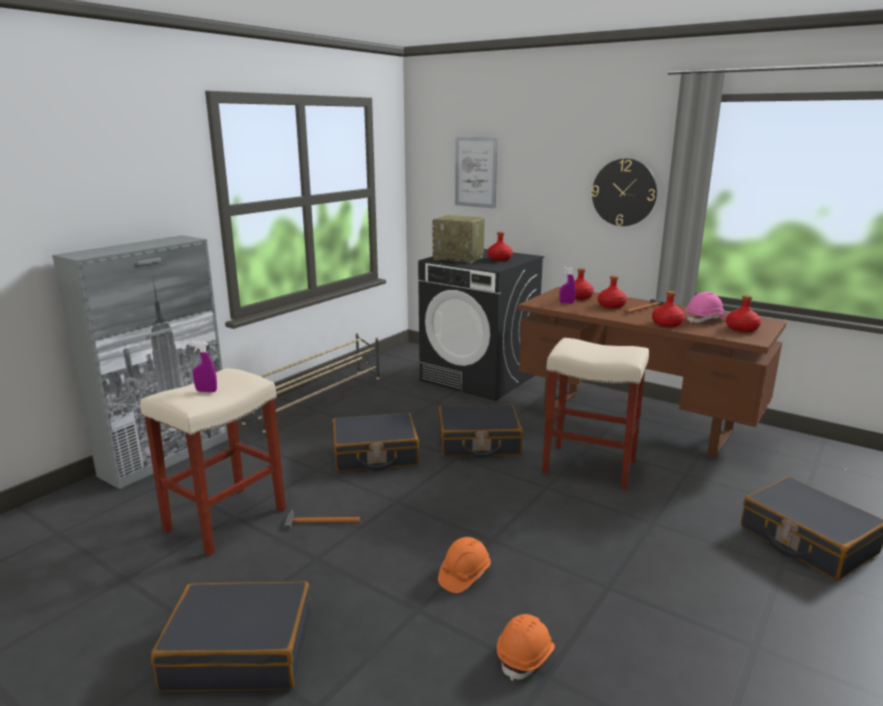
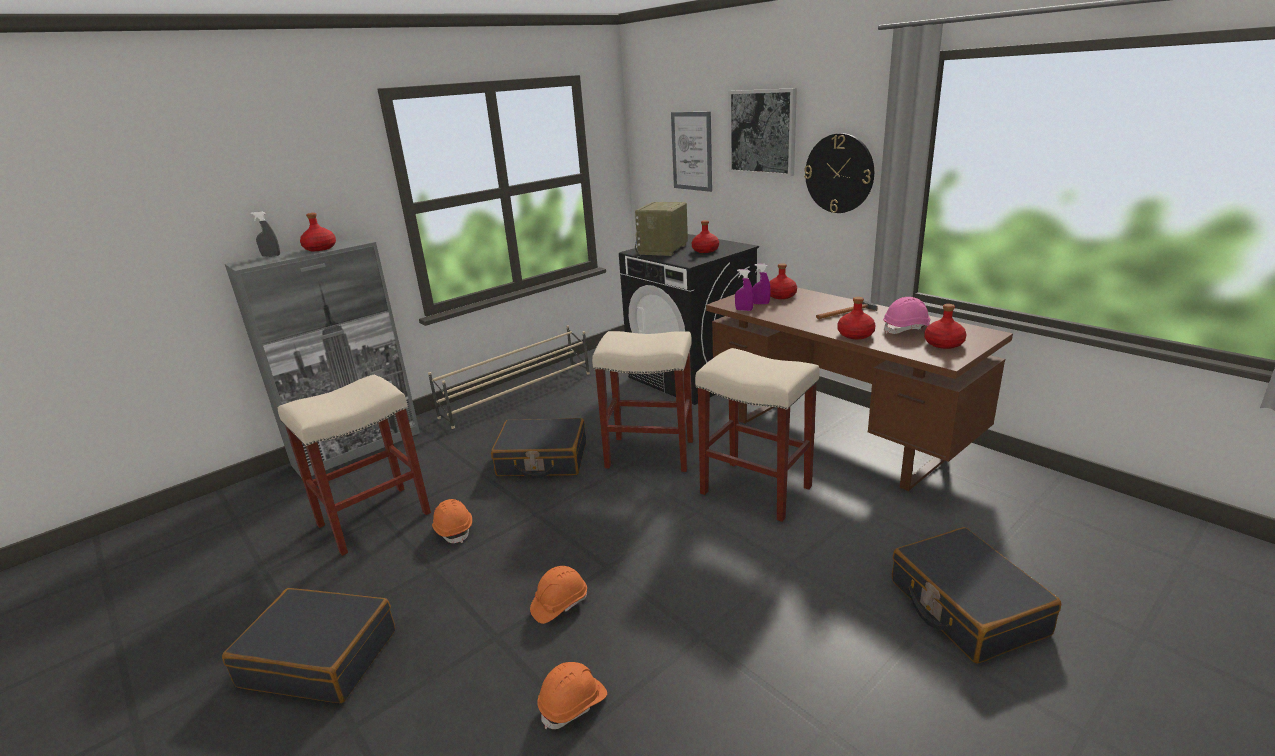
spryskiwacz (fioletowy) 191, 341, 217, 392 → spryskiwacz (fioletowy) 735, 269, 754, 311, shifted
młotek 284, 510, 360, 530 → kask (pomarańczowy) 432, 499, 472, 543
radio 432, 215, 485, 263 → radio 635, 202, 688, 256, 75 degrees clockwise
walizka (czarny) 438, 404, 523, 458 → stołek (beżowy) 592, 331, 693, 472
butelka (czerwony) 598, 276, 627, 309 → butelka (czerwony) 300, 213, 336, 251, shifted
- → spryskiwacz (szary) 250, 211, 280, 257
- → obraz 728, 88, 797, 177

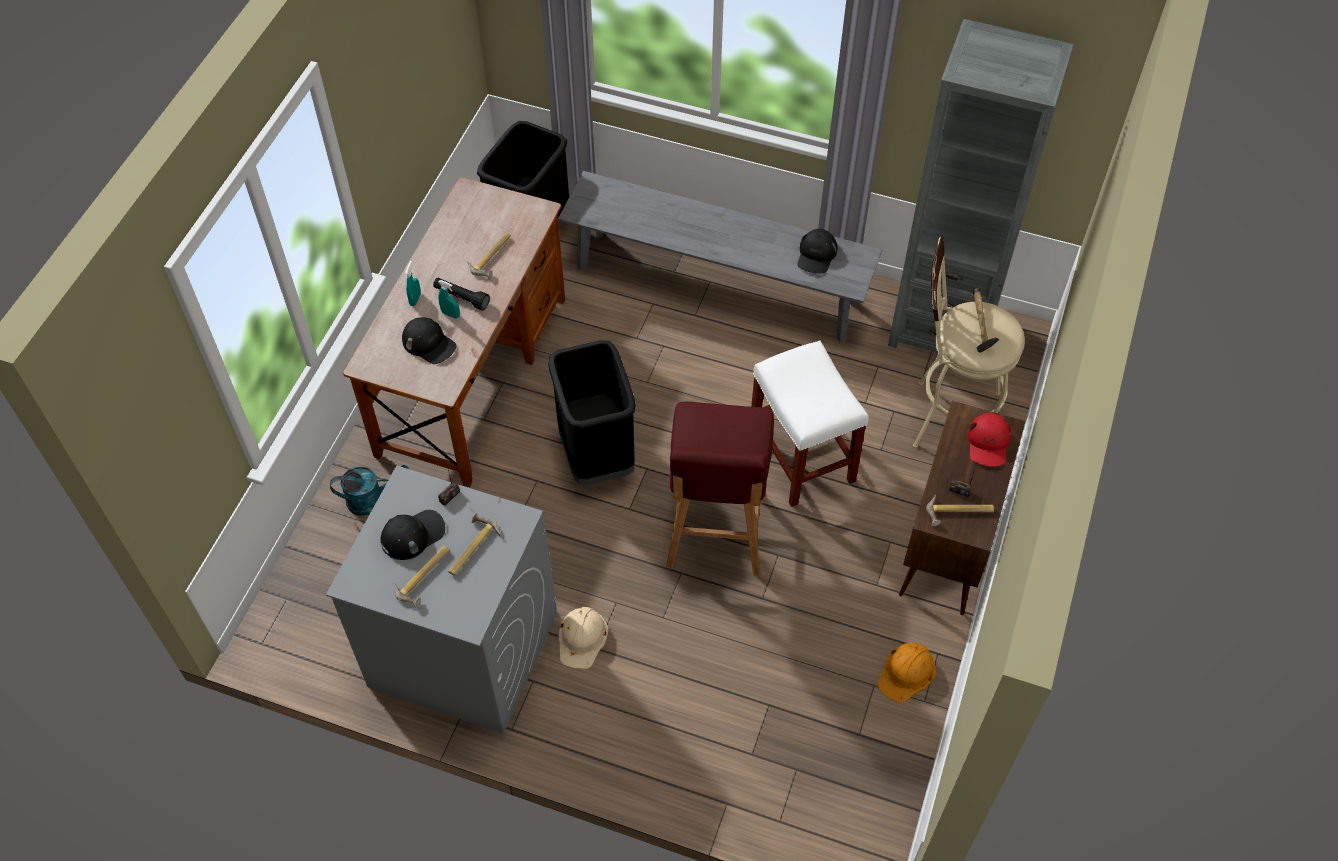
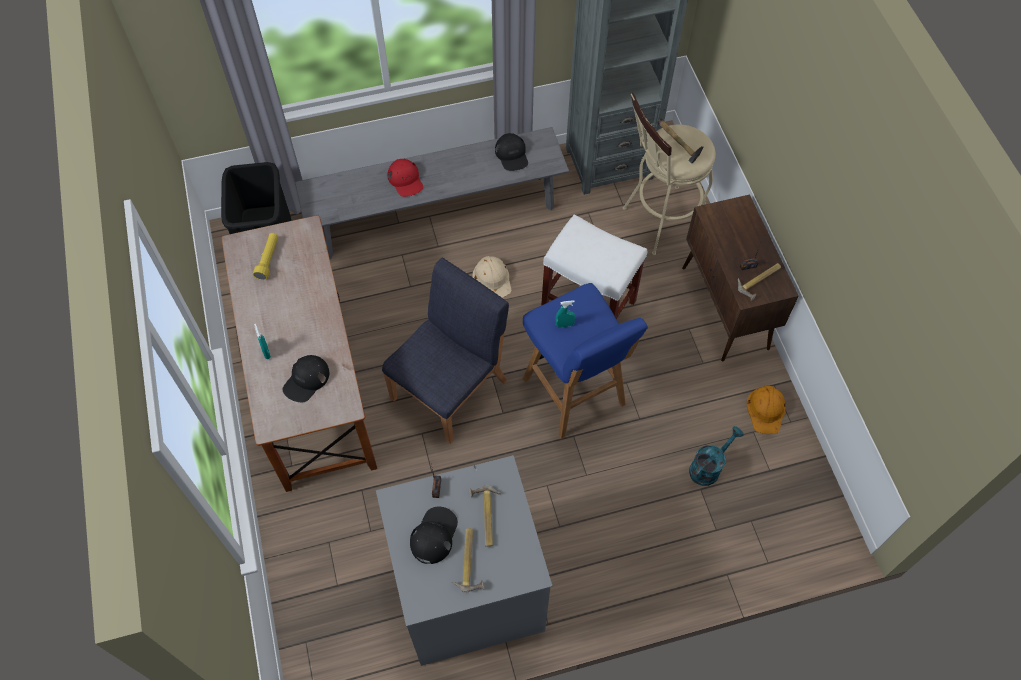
konewka (turkusowy) 330, 465, 409, 516 → konewka (turkusowy) 689, 426, 744, 486, shifted
czapka z daszkiem (czarny) 402, 317, 457, 364 → czapka z daszkiem (czarny) 282, 355, 329, 402, 120 degrees clockwise
latarka (czarny) 433, 278, 490, 311 → -
spryskiwacz (turkusowy) 438, 280, 460, 319 → spryskiwacz (turkusowy) 555, 300, 576, 328, shifted
młotek 467, 232, 511, 280 → -
kosz na śmieci (czarny) 548, 340, 636, 485 → krzesło (niebieski) 382, 258, 509, 444
kask (beżowy) 559, 607, 609, 669 → kask (beżowy) 472, 256, 512, 298, shifted
stołek (czerwony) 666, 402, 774, 576 → stołek (niebieski) 523, 283, 648, 439
czapka z daszkiem (czerwony) 967, 413, 1011, 466 → czapka z daszkiem (czerwony) 388, 159, 423, 197, shifted
- → latarka (żółty) 253, 233, 278, 280

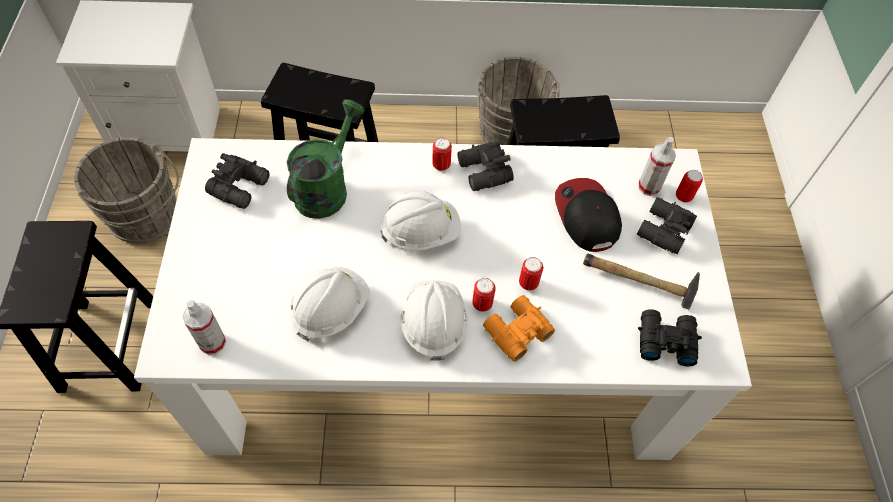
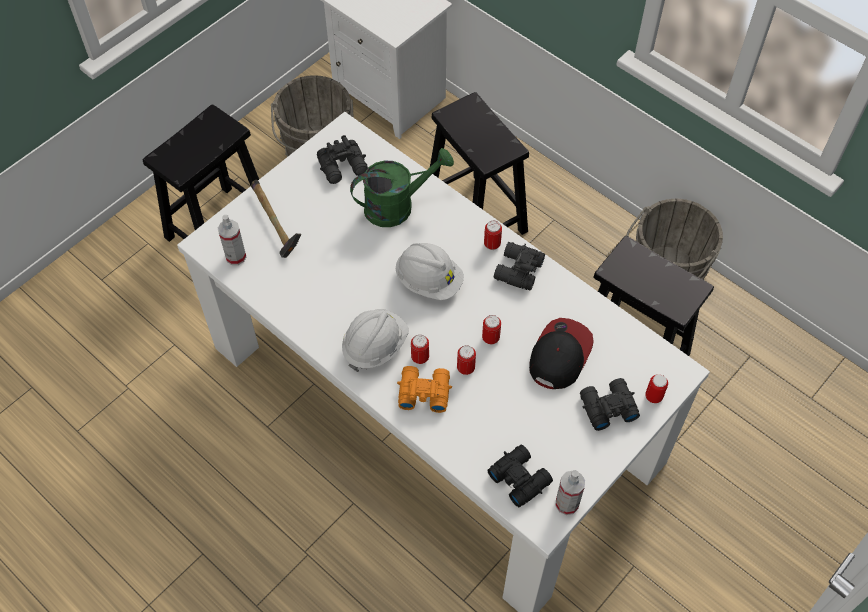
kask (biały) 290, 267, 370, 341 → -
młotek 583, 254, 700, 309 → młotek 251, 180, 302, 258, shifted
spryskiwacz 638, 137, 676, 196 → spryskiwacz 555, 470, 585, 515, shifted
- → puszka 482, 315, 501, 344

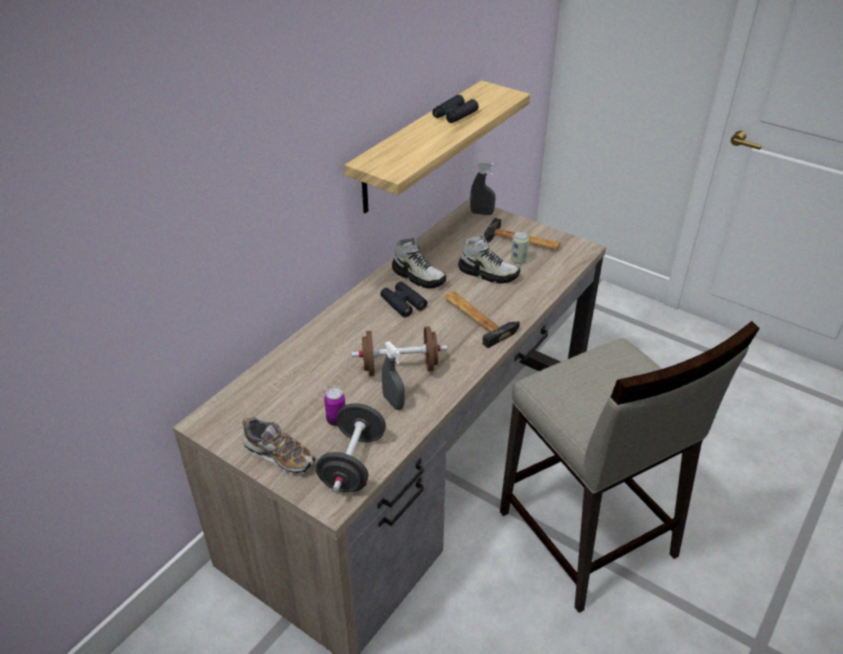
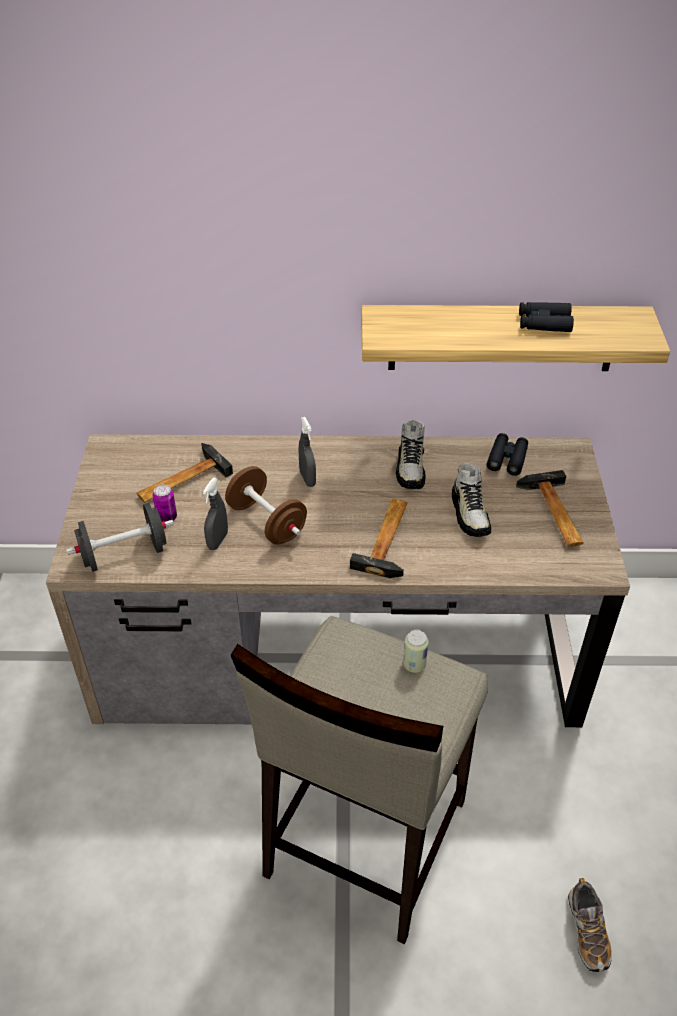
but 242, 417, 315, 475 → but 568, 878, 612, 972, shifted
lornetka (czarny) 380, 281, 427, 318 → lornetka (czarny) 487, 433, 528, 476, shifted
spryskiwacz (szary) 470, 162, 496, 215 → spryskiwacz (szary) 299, 417, 316, 487, shifted
puszka 511, 232, 529, 264 → puszka 403, 630, 429, 673, shifted
- → młotek 137, 443, 233, 502

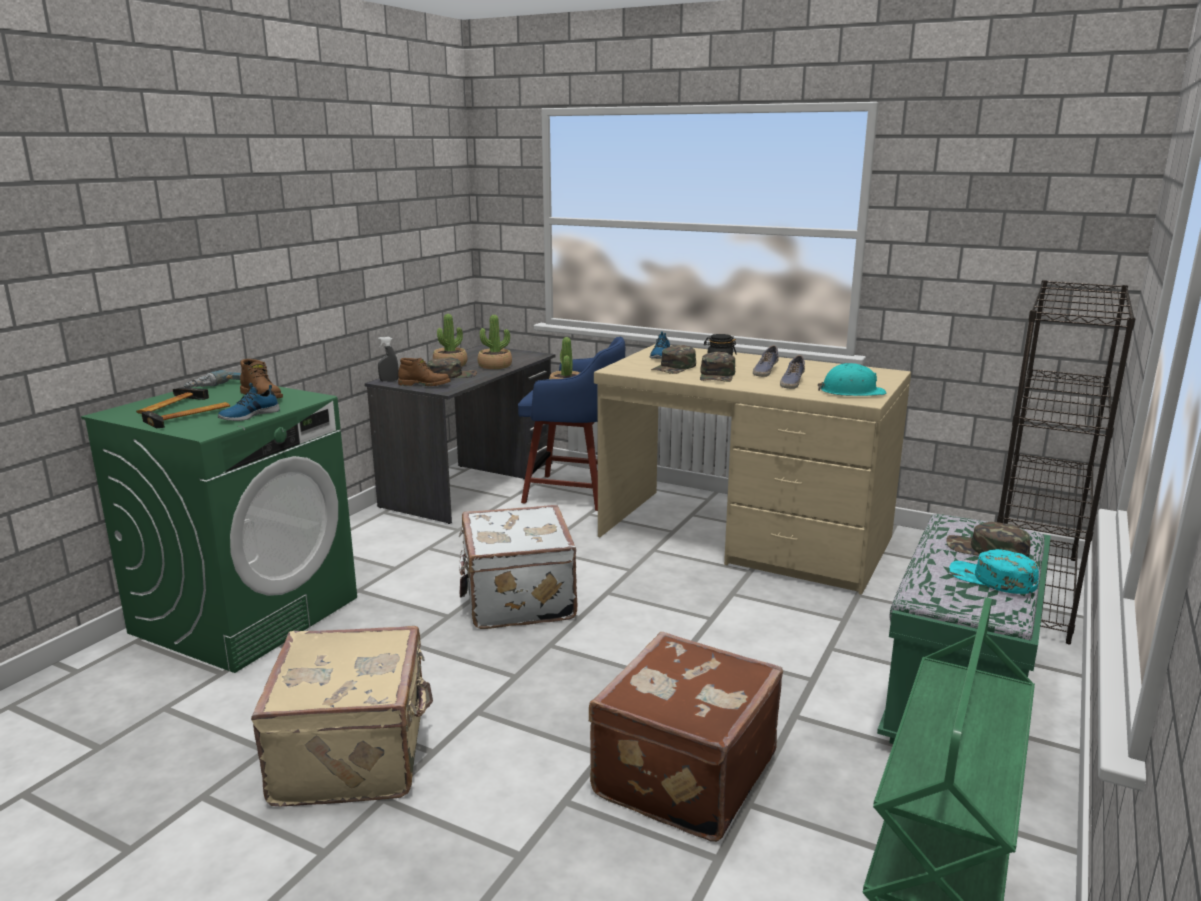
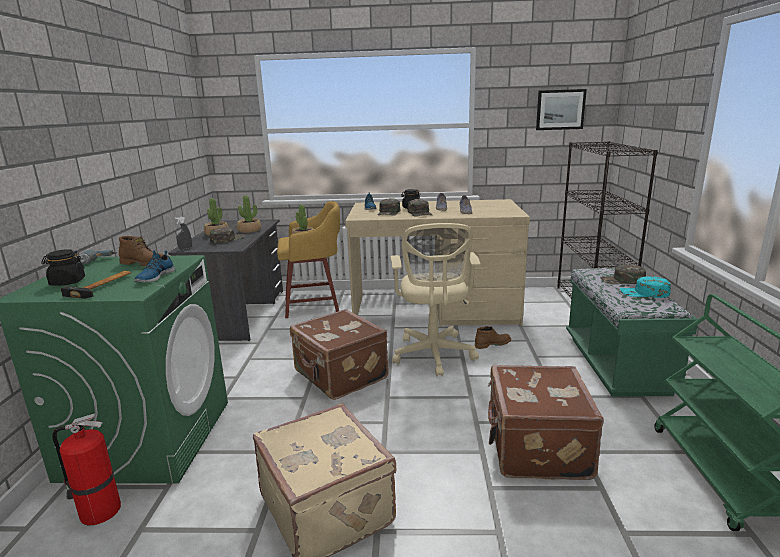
młotek 136, 387, 209, 414 → słoik (czarny) 41, 249, 85, 286
but z cholewką (brązowy) 398, 358, 451, 386 → but z cholewką (brązowy) 475, 326, 511, 349, shifted
walizka (biały) 459, 505, 577, 629 → walizka (brązowy) 290, 309, 389, 400
stołek (niebieski) 518, 337, 625, 511 → stołek (żółty) 277, 201, 340, 318
kask (turkusowy) 818, 363, 887, 396 → -
- → gaśnica 52, 413, 121, 526
- → krzesło biurowe (beżowy) 391, 223, 480, 376
- → obraz 536, 89, 587, 130

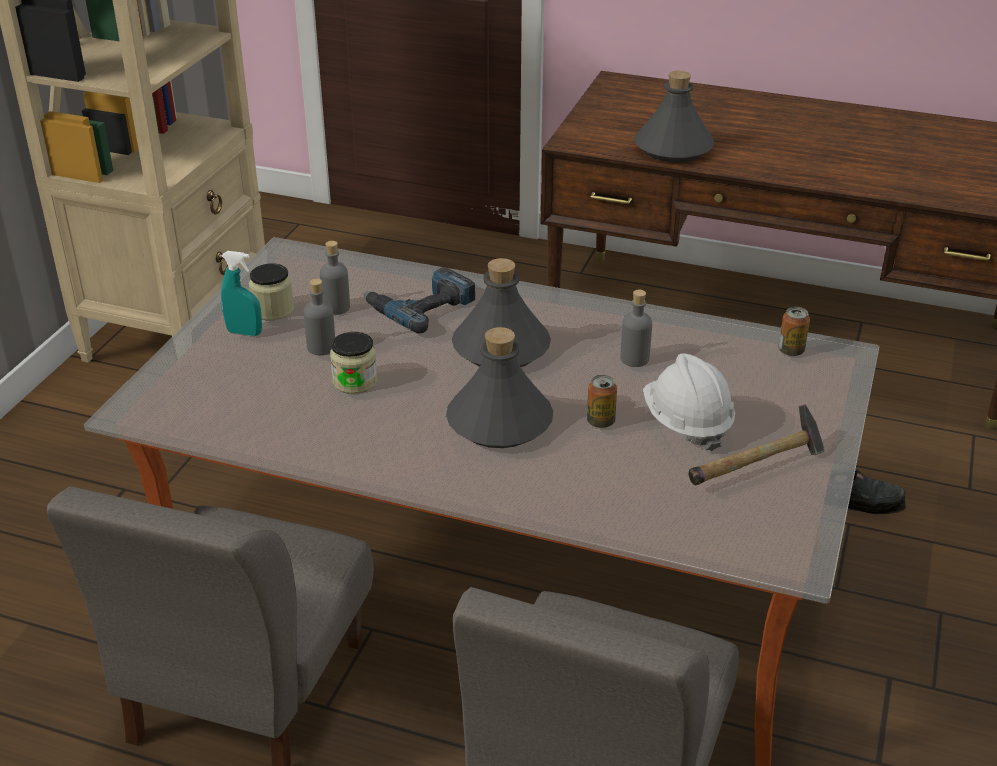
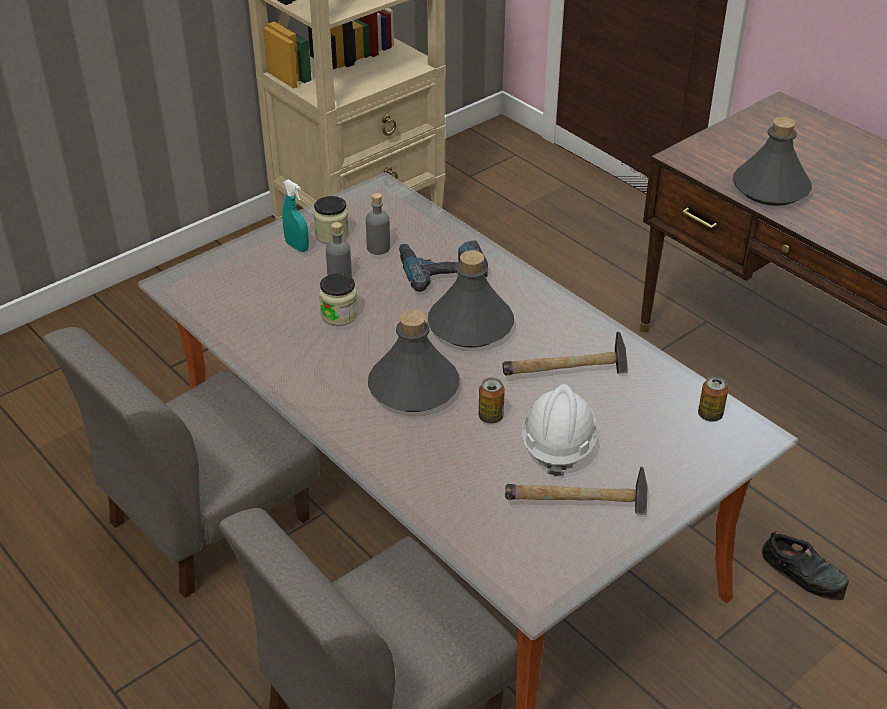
butelka (szary) 620, 290, 652, 367 → młotek 503, 332, 628, 376

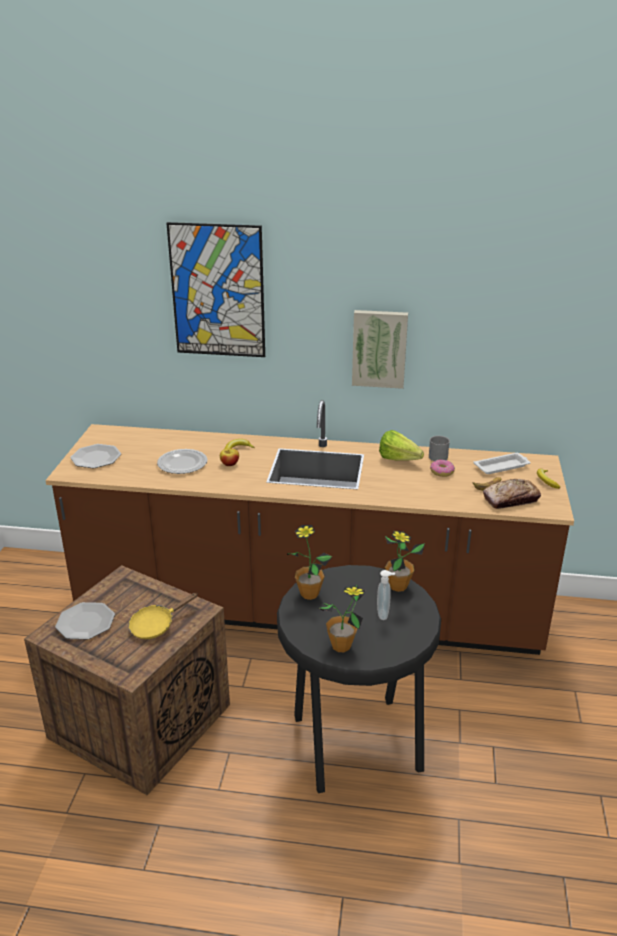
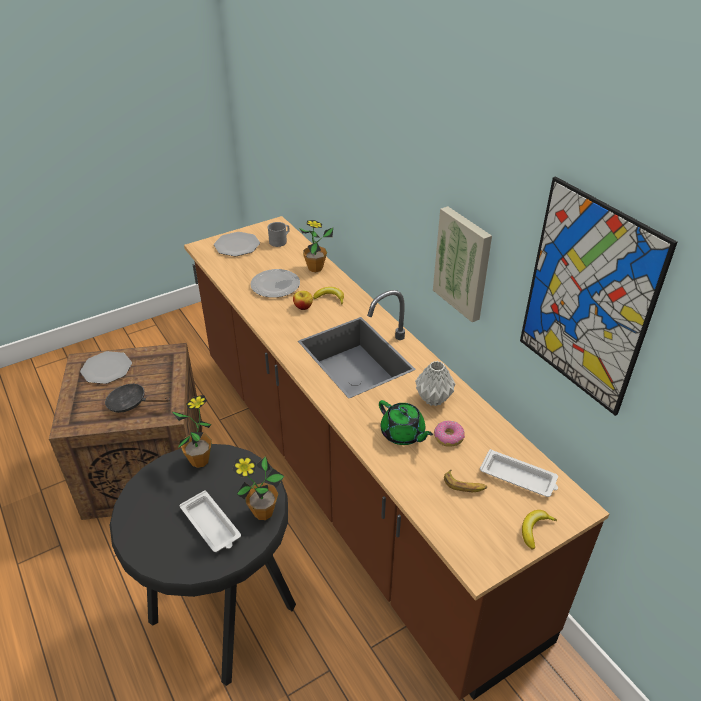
patelnia (żółty) 128, 593, 198, 639 → patelnia (czarny) 105, 383, 170, 413
obraz 167, 222, 265, 357 → obraz 520, 176, 677, 416, shifted
roślina doniczkowa 319, 585, 365, 652 → roślina doniczkowa 299, 220, 333, 272, shifted
dozownik mydła 377, 570, 395, 620 → taca (biały) 180, 490, 241, 552
sałata 379, 430, 424, 461 → wazon (szary) 415, 361, 456, 406
kubek (szary) 429, 436, 450, 461 → kubek (szary) 268, 222, 290, 247, shifted
chleb 483, 479, 541, 509 → -
- → imbryk (zielony) 379, 400, 433, 445

